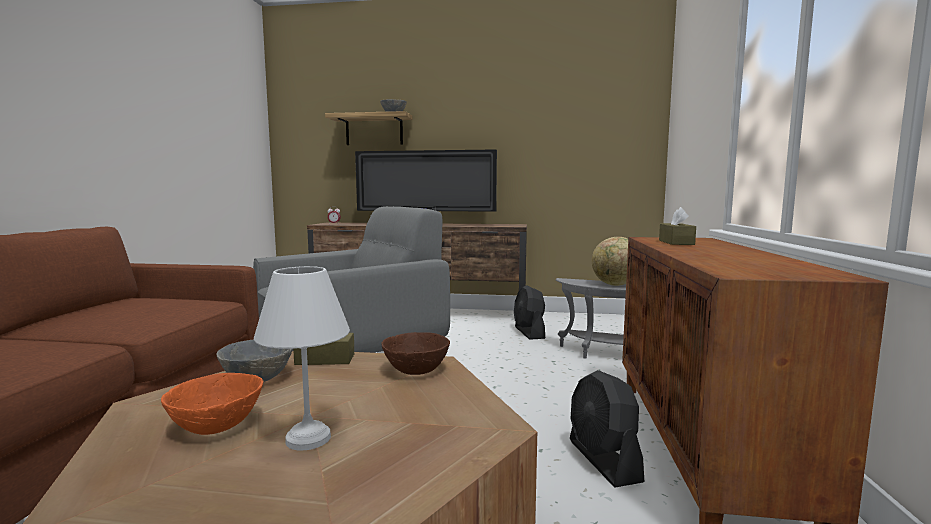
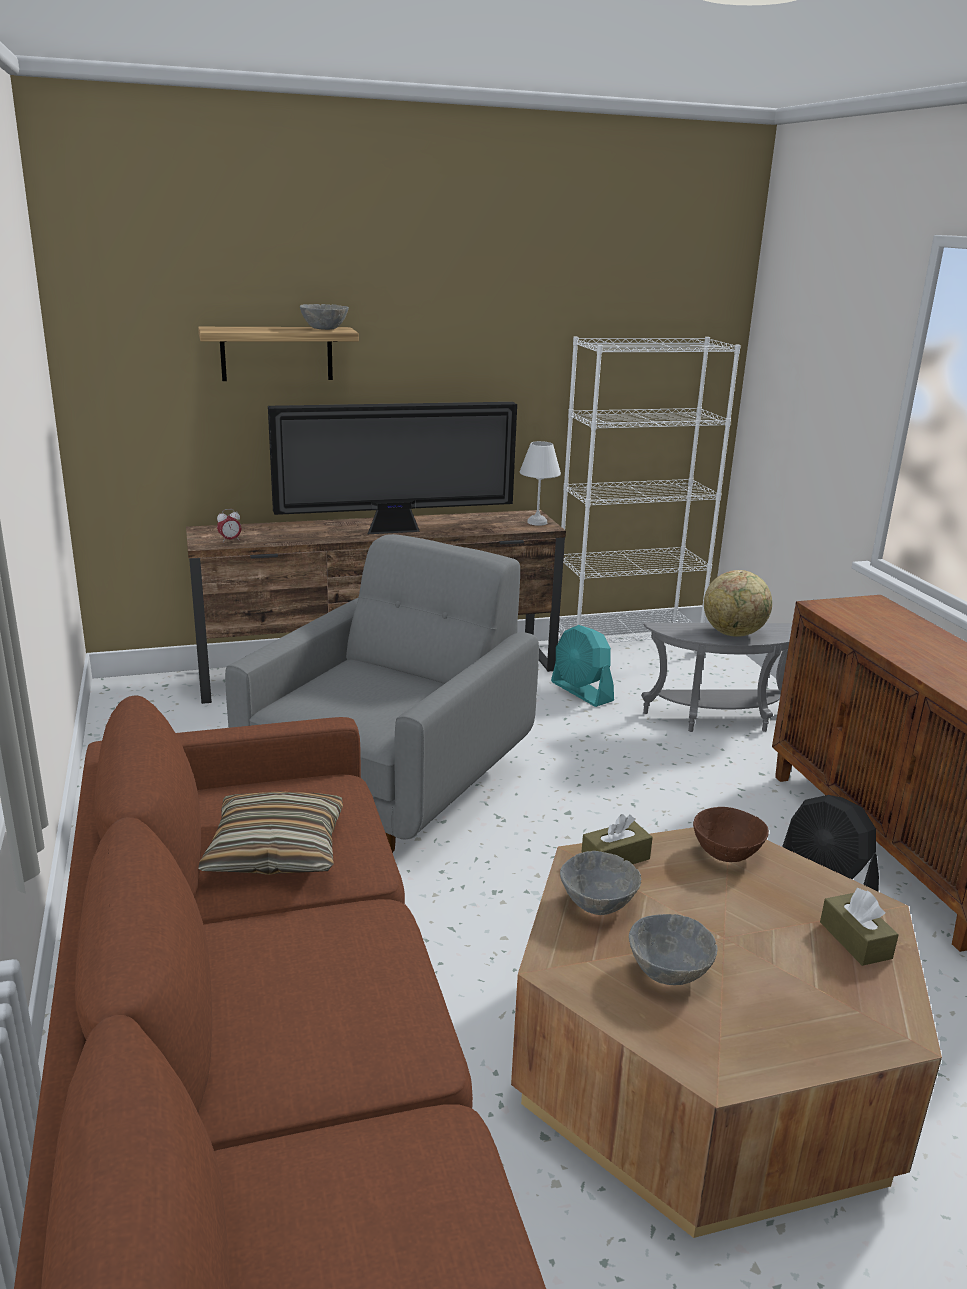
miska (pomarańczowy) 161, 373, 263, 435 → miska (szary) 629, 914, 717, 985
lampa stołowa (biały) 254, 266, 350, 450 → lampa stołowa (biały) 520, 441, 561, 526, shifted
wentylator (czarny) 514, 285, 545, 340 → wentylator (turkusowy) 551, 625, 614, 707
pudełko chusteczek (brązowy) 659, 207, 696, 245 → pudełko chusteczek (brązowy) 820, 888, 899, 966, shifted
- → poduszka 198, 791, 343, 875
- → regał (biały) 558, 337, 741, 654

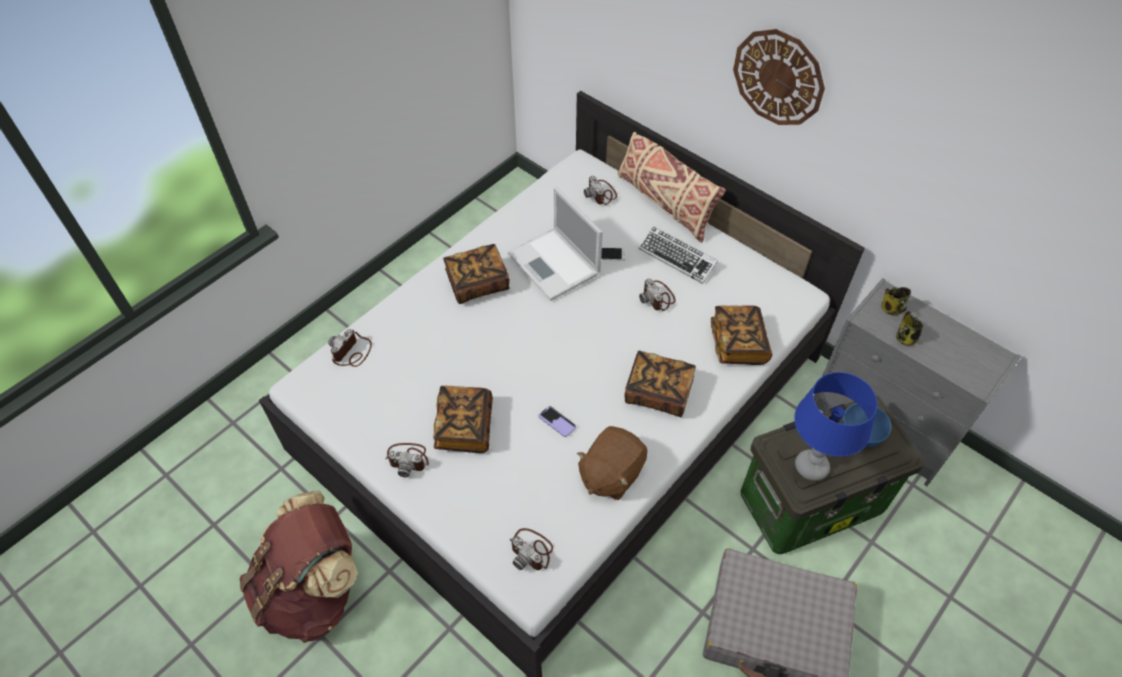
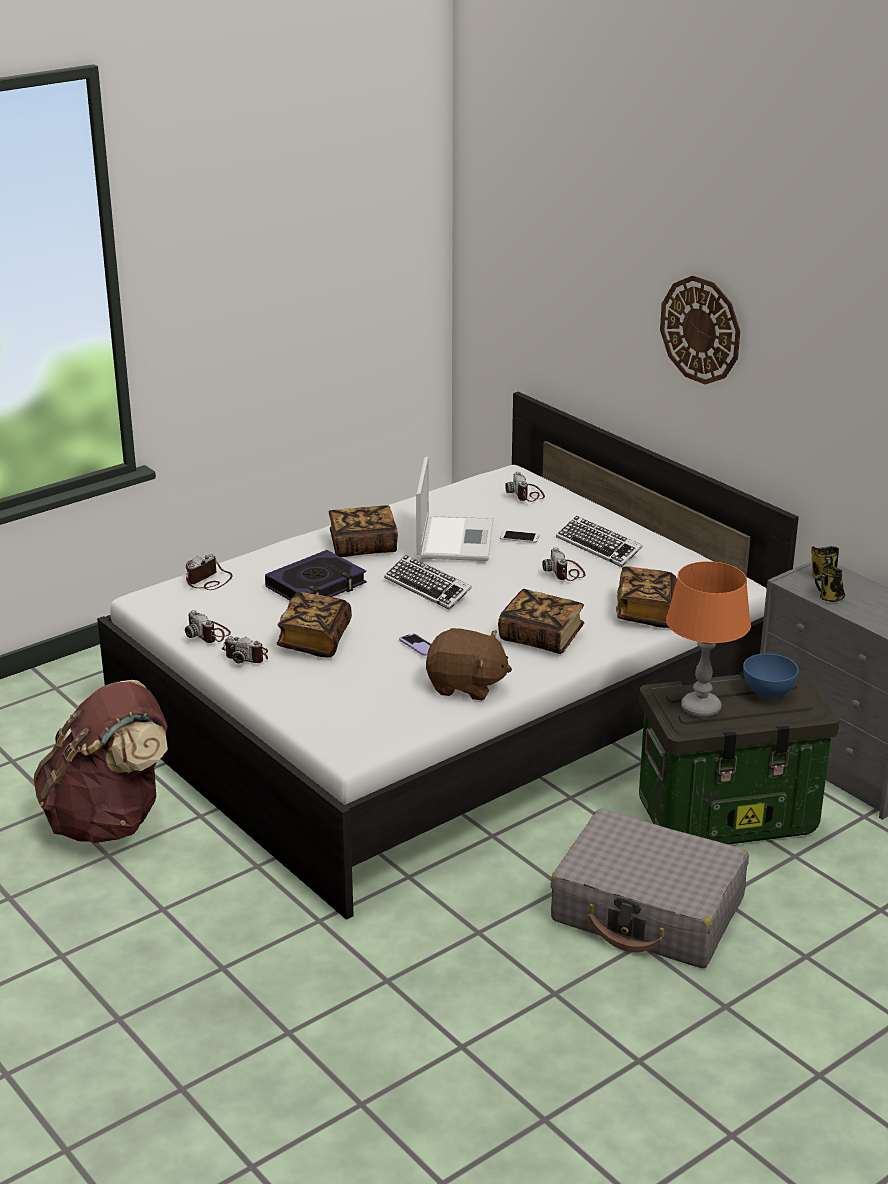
laptop 508, 187, 603, 301 → laptop 416, 457, 493, 561, 150 degrees counterclockwise
aparat fotograficzny 510, 528, 553, 570 → aparat fotograficzny 185, 610, 231, 643, shifted
pluszak (brązowy) 577, 426, 647, 500 → pluszak (brązowy) 426, 628, 512, 700, 120 degrees counterclockwise
poduszka (beżowy) 618, 132, 725, 243 → -
lampa stołowa (niebieski) 794, 372, 877, 481 → lampa stołowa (pomarańczowy) 666, 561, 751, 717
- → książka 265, 550, 366, 600
- → klawiatura 384, 555, 472, 610

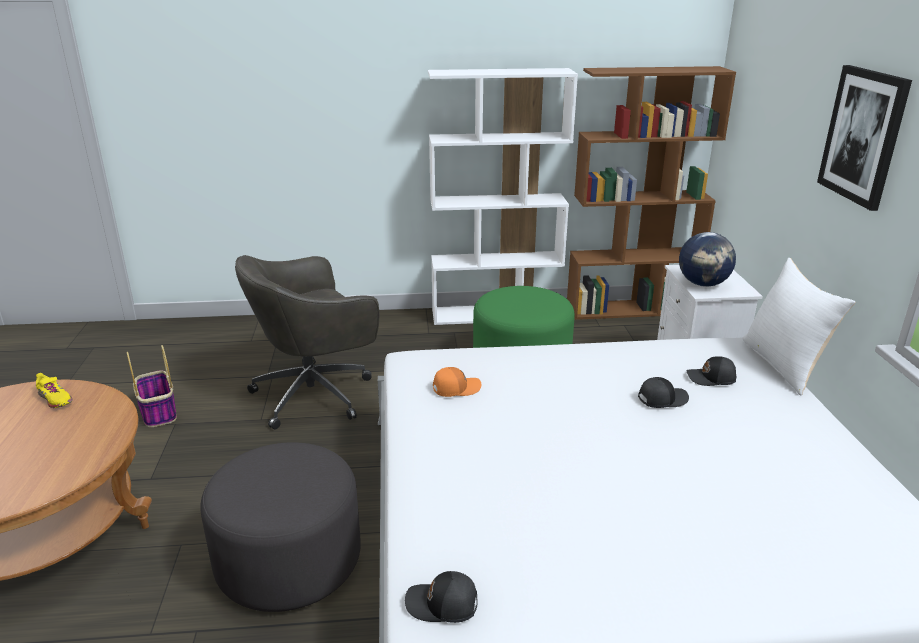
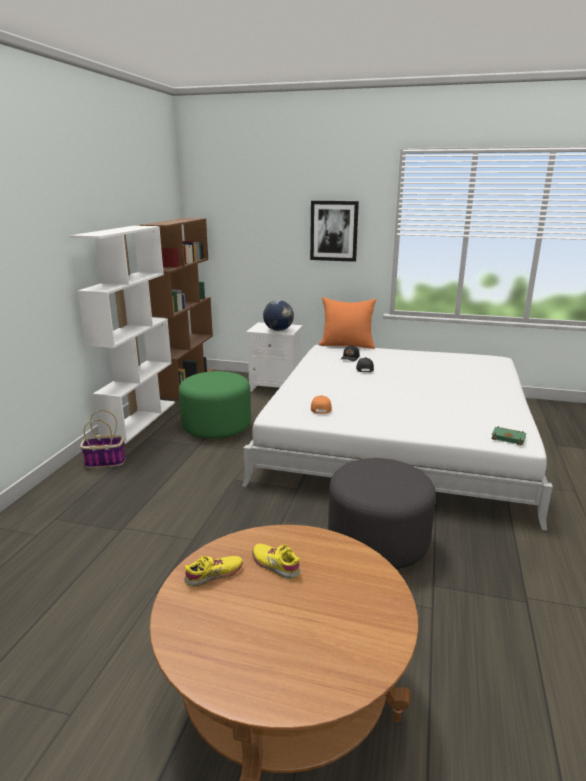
koszyk 127, 345, 177, 427 → koszyk 80, 410, 126, 468, shifted
krzesło biurowe (szary) 235, 255, 379, 429 → -
czapka z daszkiem (czarny) 405, 571, 478, 623 → książka (zielony) 491, 426, 526, 446
poduszka (biały) 742, 258, 856, 395 → poduszka (pomarańczowy) 319, 297, 376, 349
- → but (żółty) 252, 544, 300, 579

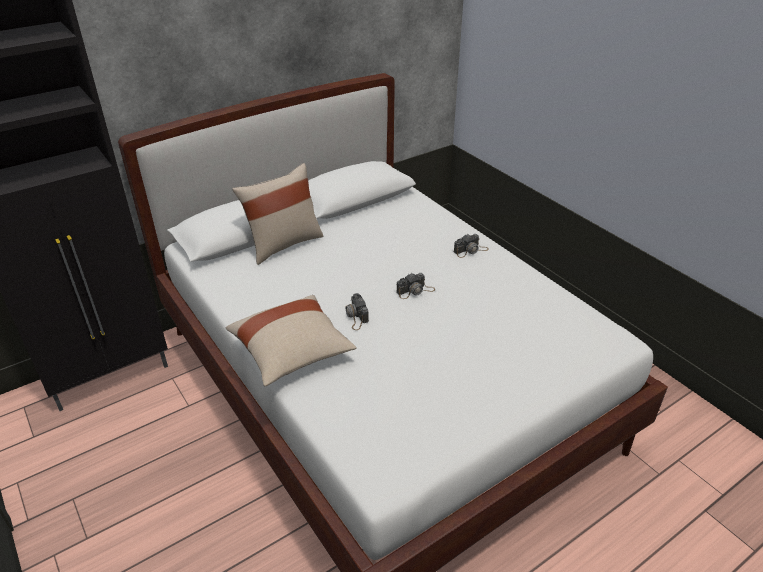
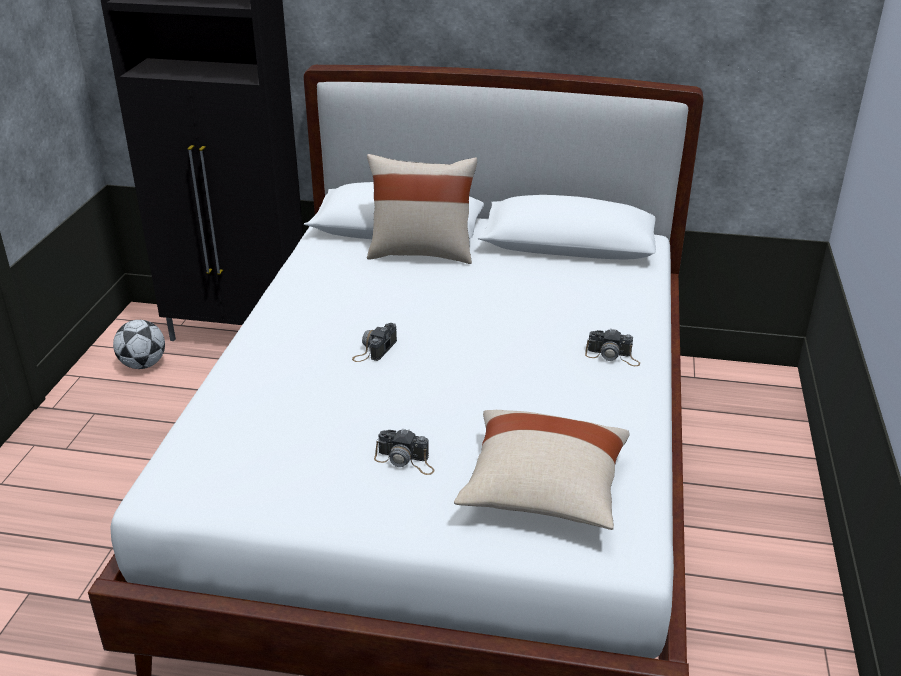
poduszka (beżowy) 226, 295, 356, 386 → poduszka (beżowy) 454, 410, 629, 530, shifted
aparat fotograficzny 396, 273, 435, 299 → aparat fotograficzny 374, 428, 434, 475, shifted
- → piłka futbolowa 113, 320, 165, 369

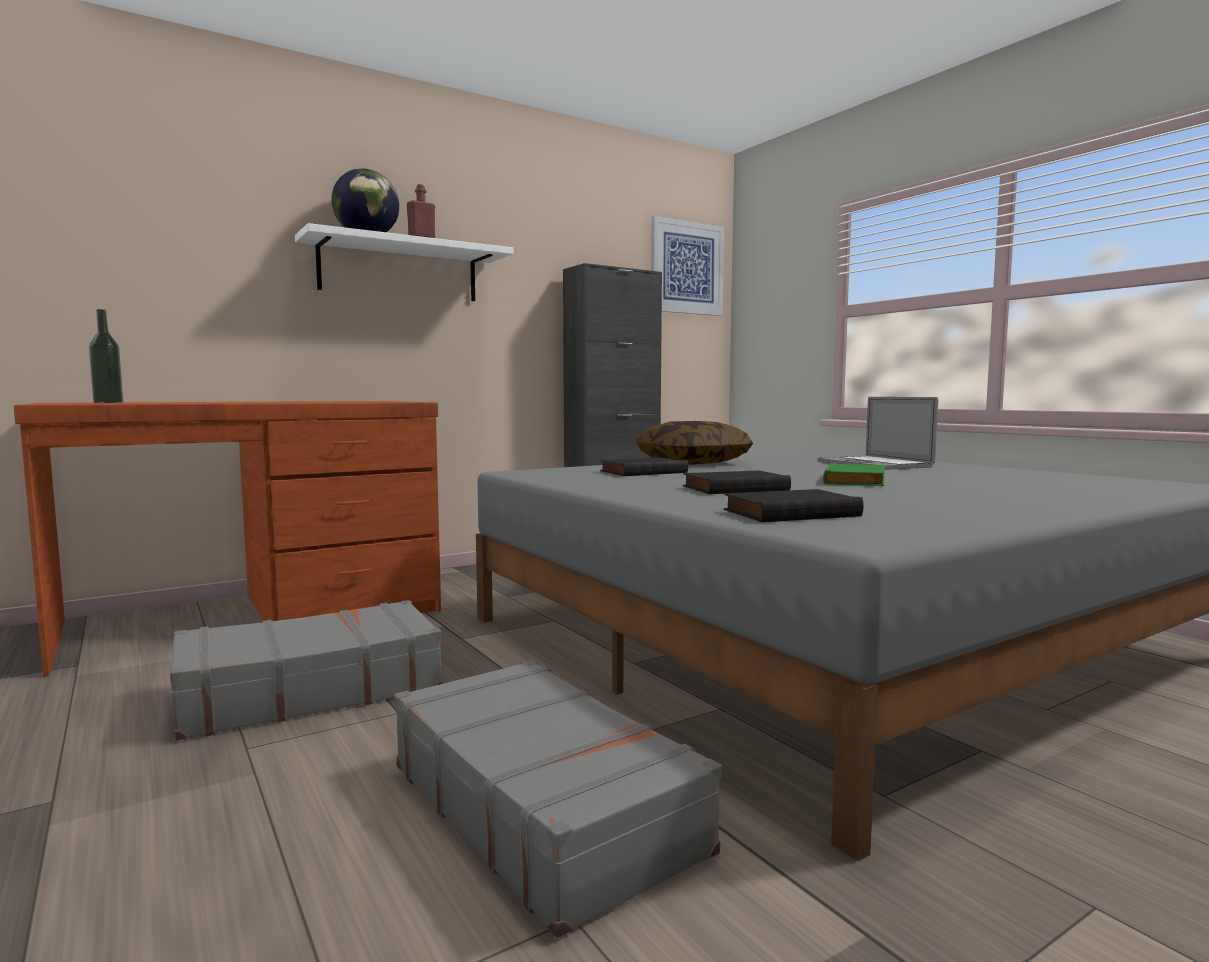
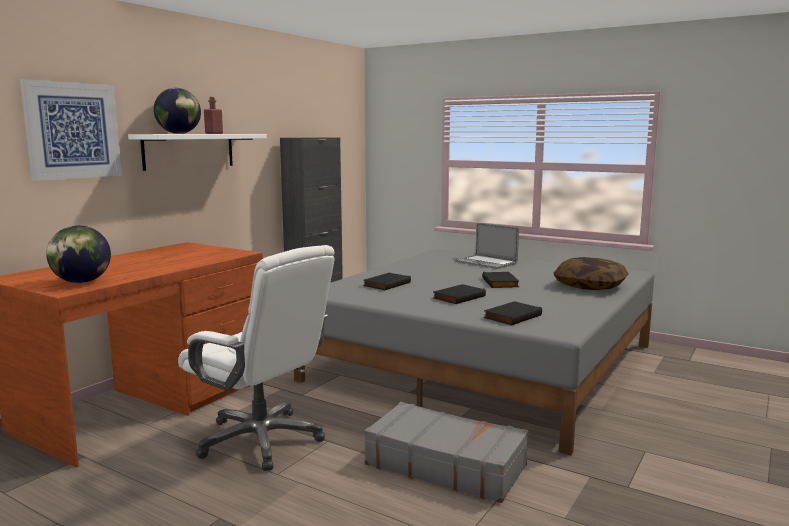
butelka 89, 309, 123, 403 → globus 46, 225, 111, 283
walizka (szary) 170, 600, 443, 741 → krzesło biurowe (biały) 178, 245, 335, 471
poduszka 636, 421, 753, 465 → poduszka 554, 257, 629, 290, shifted
obraz 651, 216, 724, 316 → obraz 20, 79, 122, 181, shifted
książka (zielony) 823, 463, 885, 486 → książka (czarny) 482, 272, 519, 288

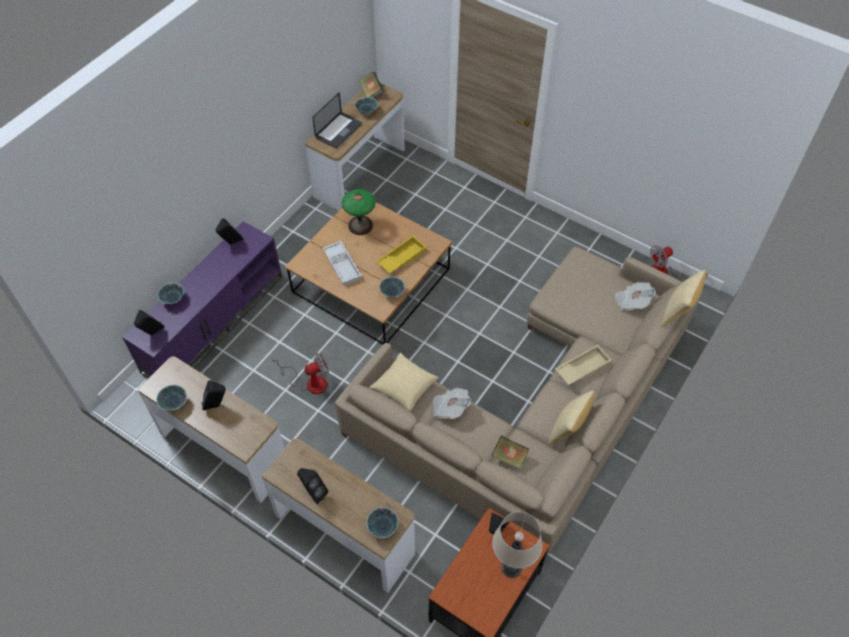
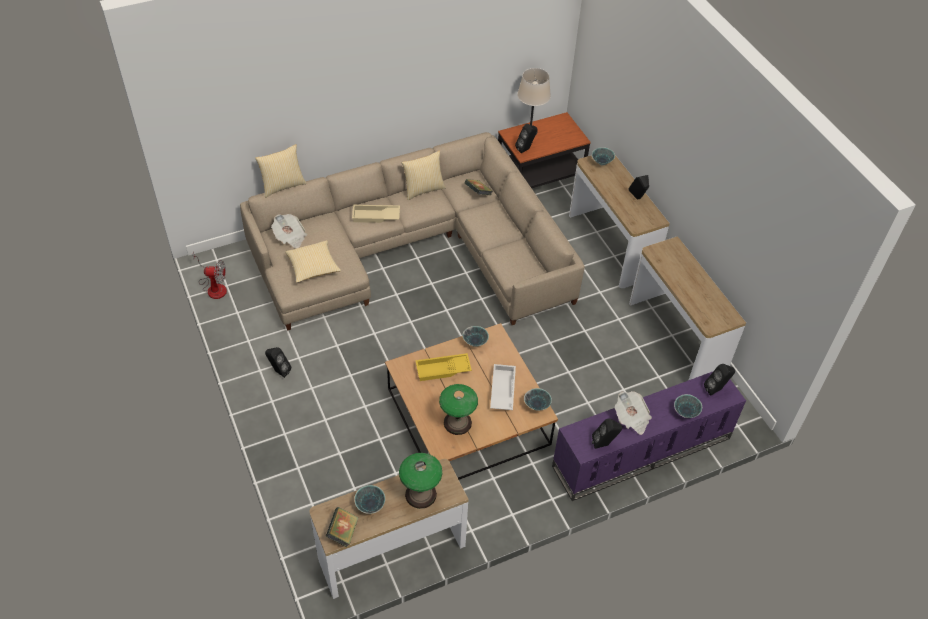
miska 156, 385, 187, 410 → miska 524, 388, 552, 411, shifted
głośnik (czarny) 202, 380, 225, 410 → głośnik (czarny) 265, 347, 291, 378, shifted
wentylator 272, 353, 329, 394 → -
laptop 312, 92, 362, 148 → lampa stołowa 399, 453, 442, 509
poduszka 369, 353, 439, 411 → poduszka 285, 240, 341, 283, shifted
gazeta 433, 388, 471, 419 → gazeta 615, 391, 652, 435, shifted

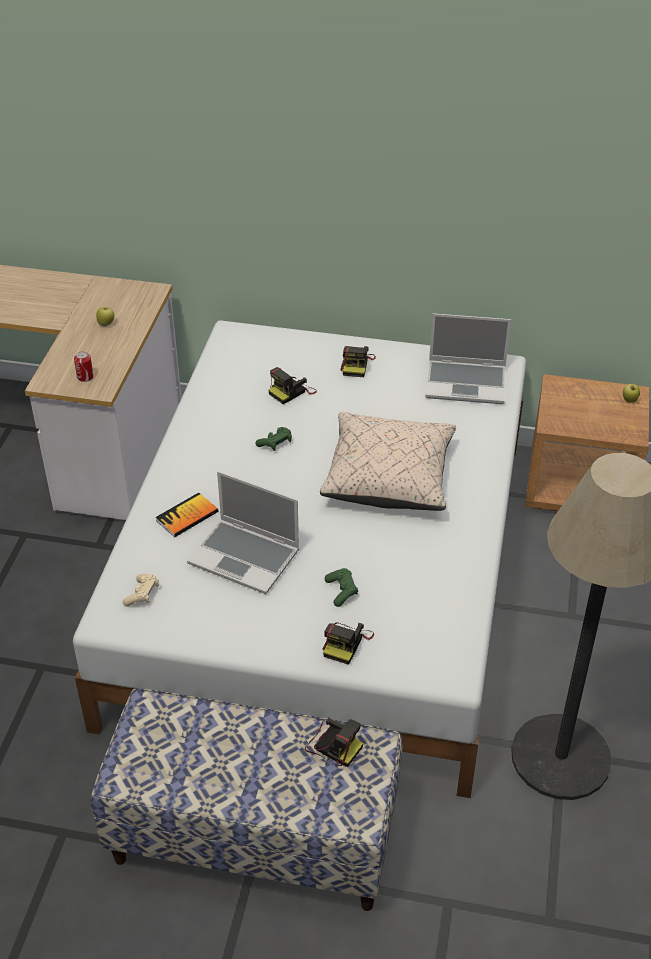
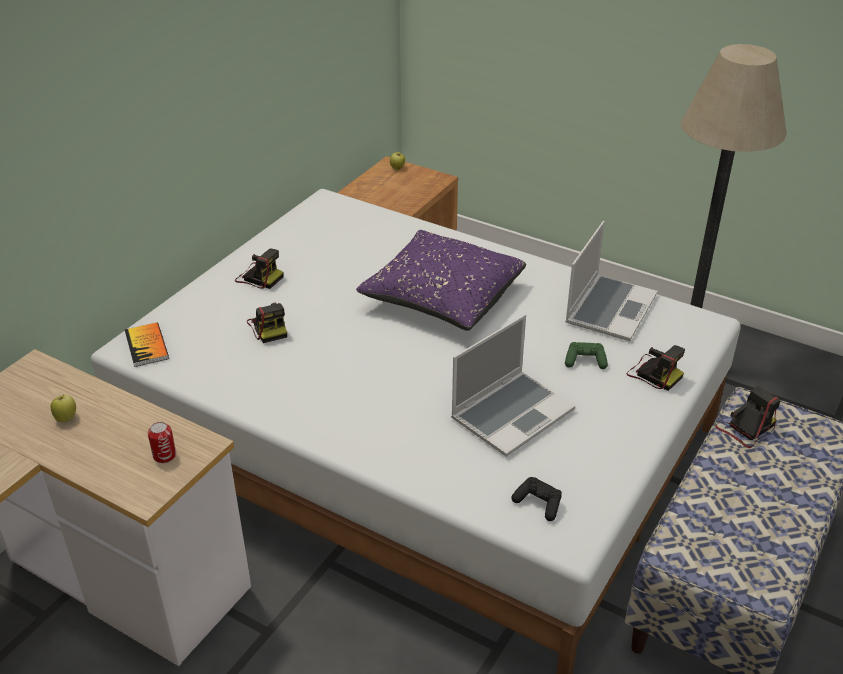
pad do gier (beżowy) 123, 574, 159, 606 → pad do gier (czarny) 511, 477, 562, 521
książka 155, 493, 218, 537 → książka 125, 322, 169, 367, shifted
pad do gier (zielony) 255, 427, 292, 451 → -
poduszka (beżowy) 320, 412, 456, 511 → poduszka (fioletowy) 356, 230, 526, 331
laptop 425, 313, 511, 404 → laptop 565, 221, 658, 341, shifted

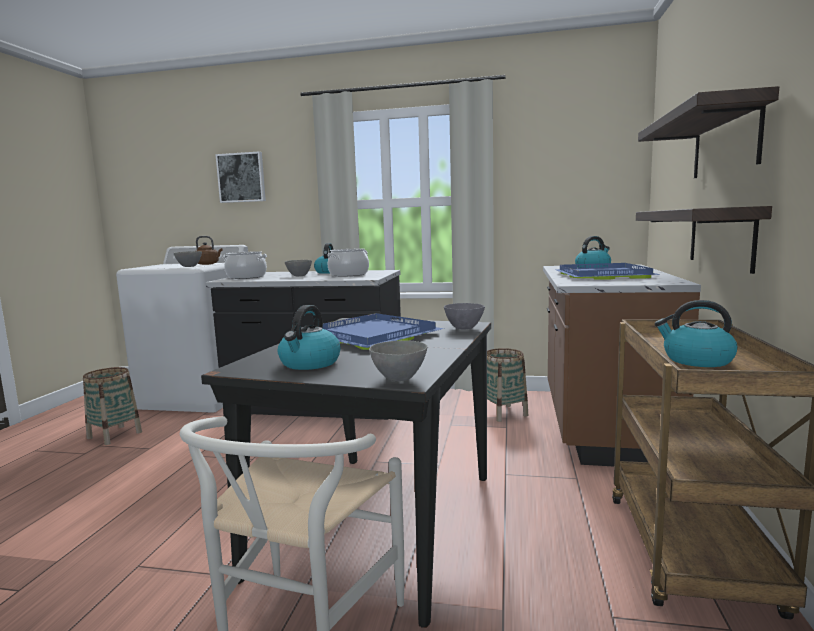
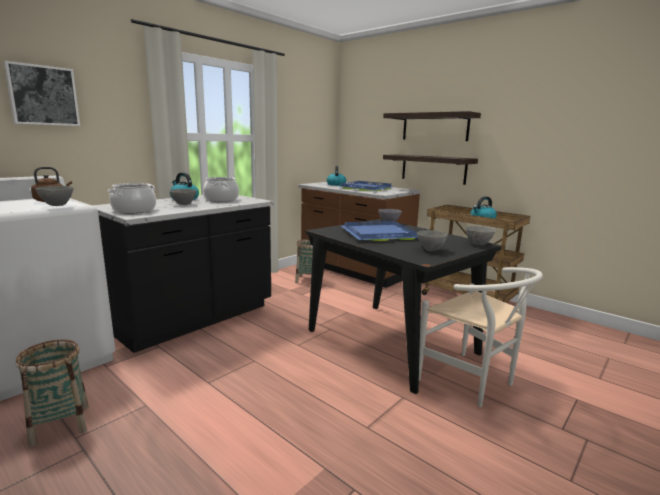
czajnik 278, 305, 341, 370 → miska (szary) 417, 230, 448, 251

